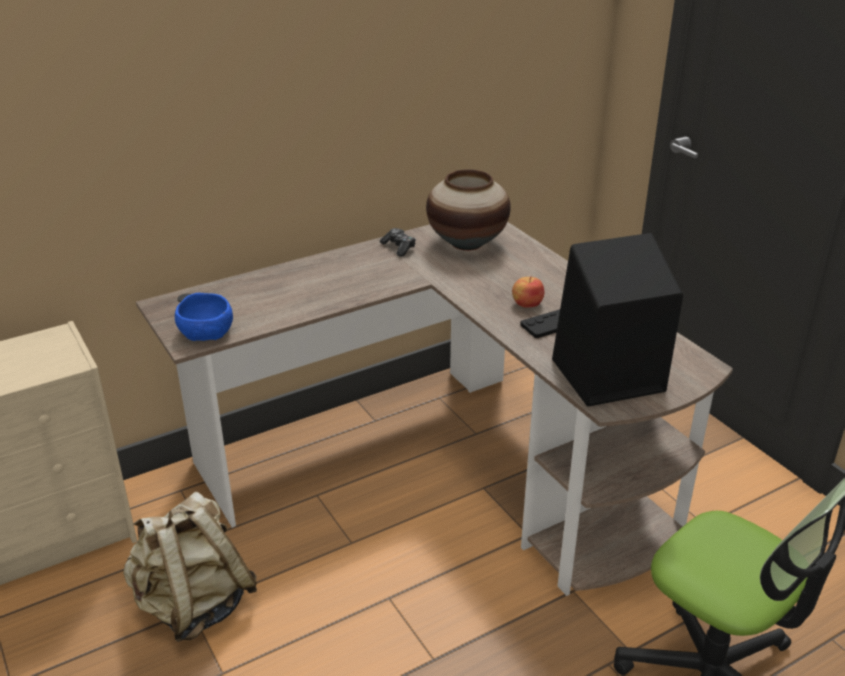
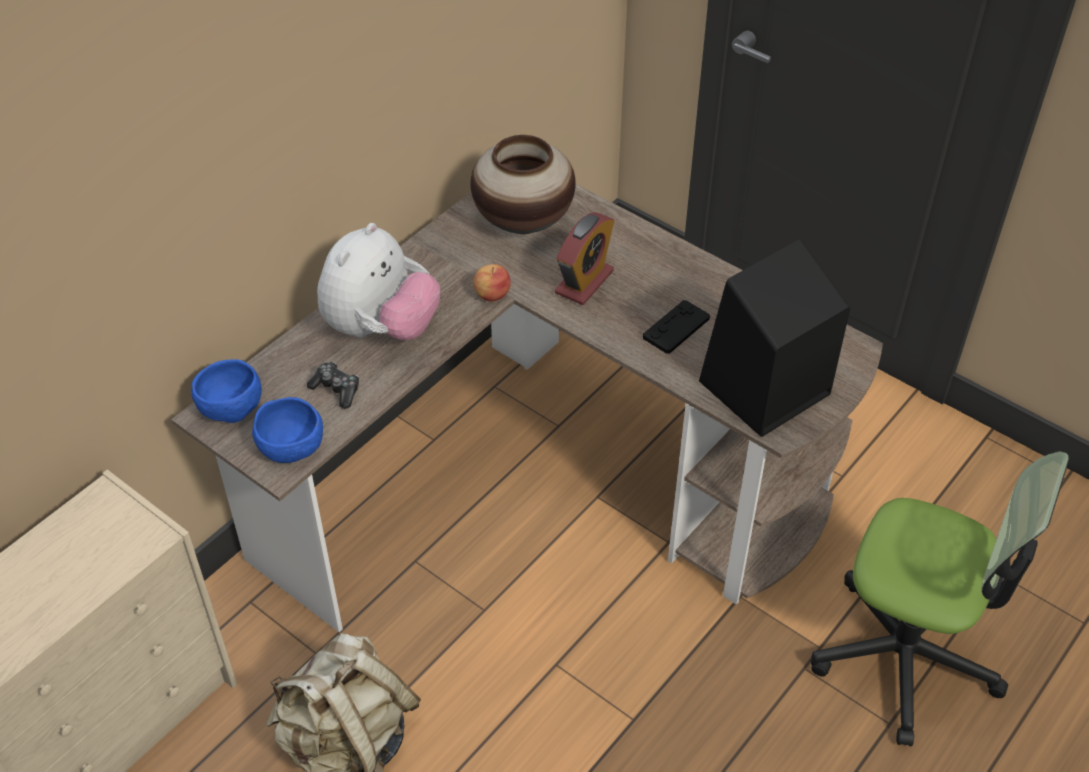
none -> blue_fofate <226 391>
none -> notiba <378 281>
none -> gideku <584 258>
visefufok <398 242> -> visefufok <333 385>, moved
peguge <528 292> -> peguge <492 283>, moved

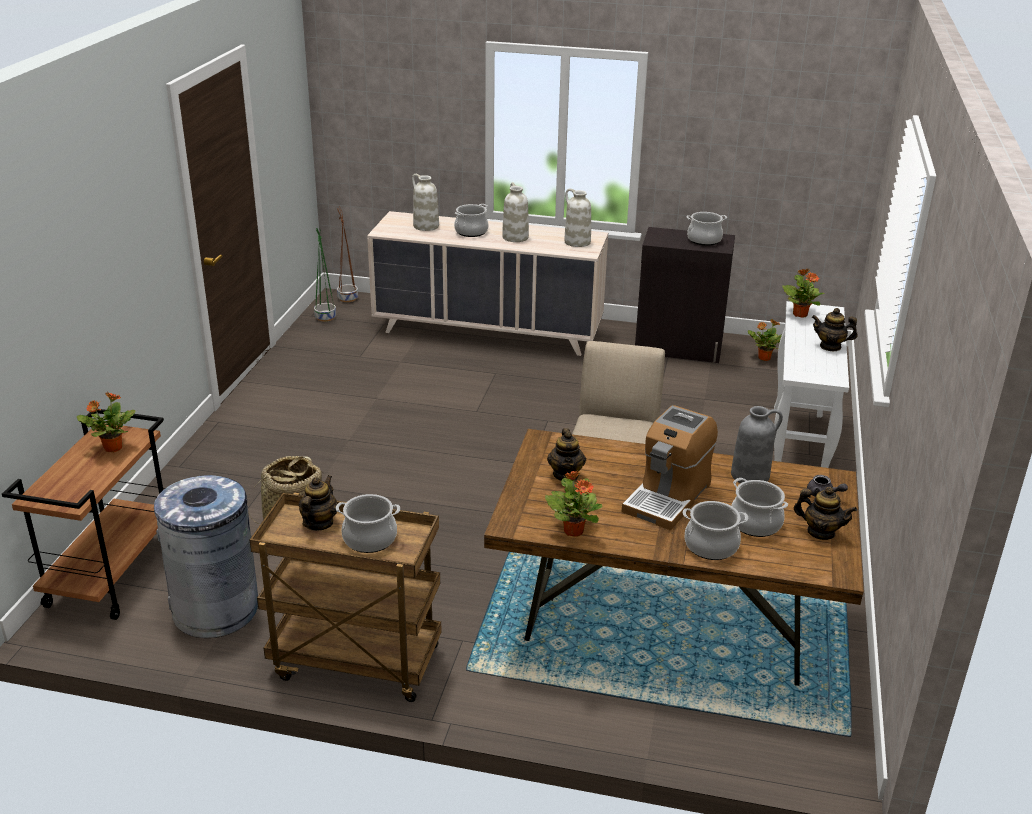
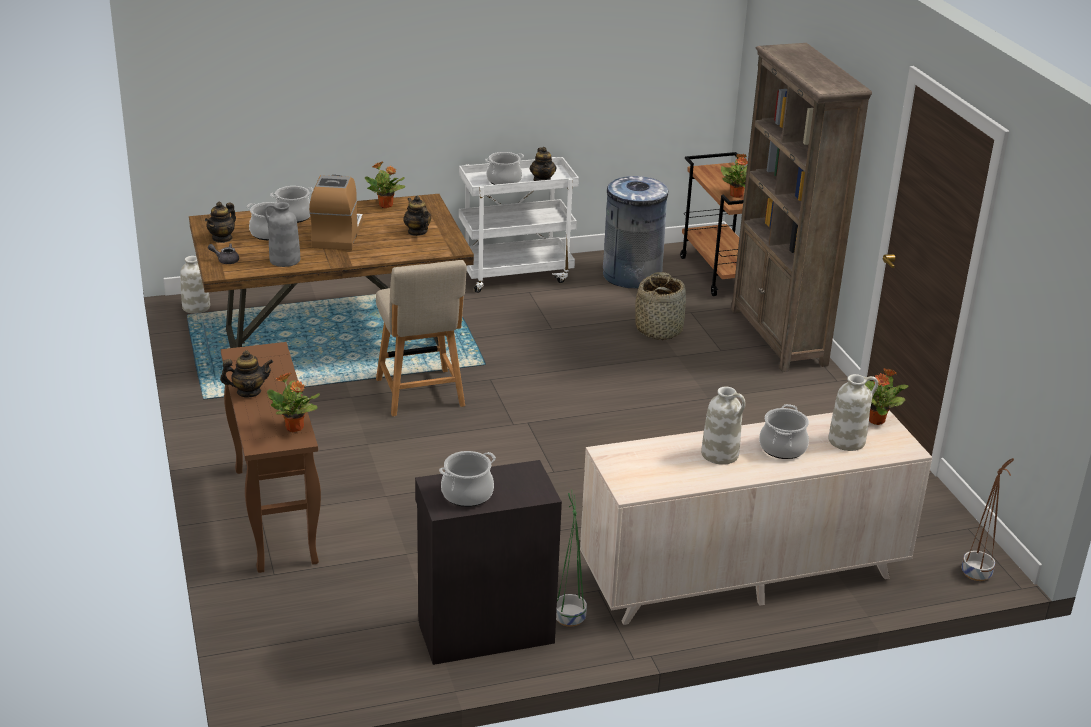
none -> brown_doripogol <801 207>
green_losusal <325 275> -> green_losusal <571 558>, moved
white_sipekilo <577 217> -> white_sipekilo <195 285>, moved
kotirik <765 340> -> kotirik <886 396>, moved
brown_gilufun <346 597> -> white_gilufun <519 225>
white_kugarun <811 384> -> brown_kugarun <271 457>
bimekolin <825 513> -> bimekolin <220 222>, 60 degrees counterclockwise

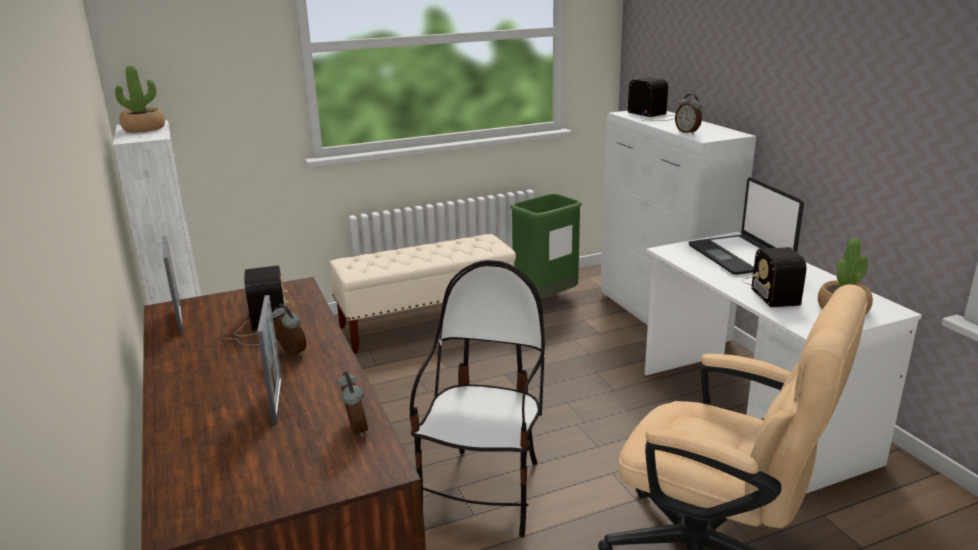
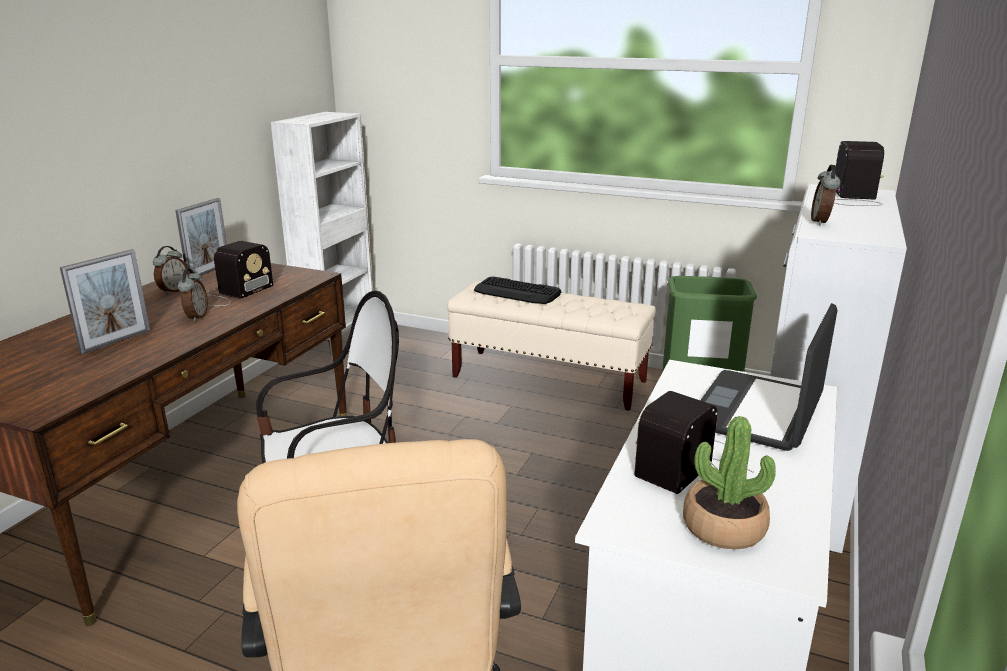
kotirik <140 99> -> none
none -> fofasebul <517 290>
gideku <352 404> -> gideku <171 270>, moved

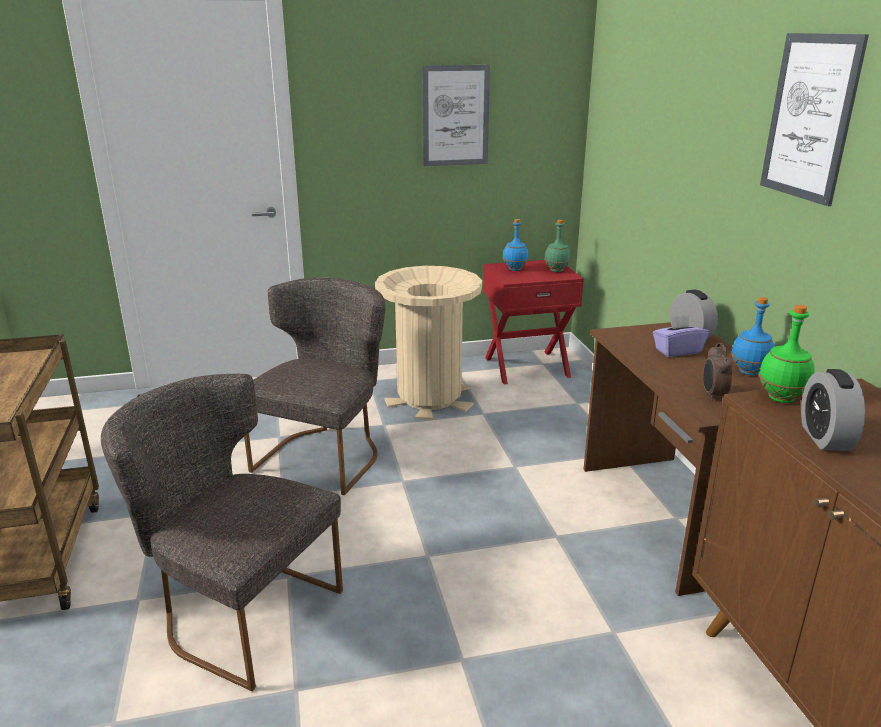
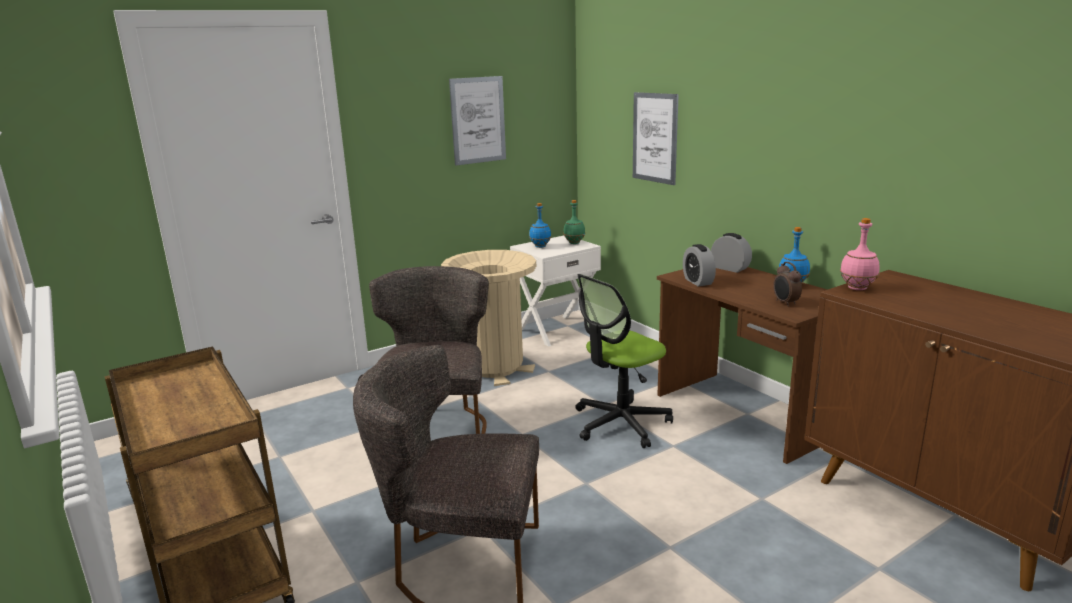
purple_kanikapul <681 336> -> none
none -> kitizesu <624 361>
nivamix <814 119> -> nivamix <656 138>, moved
gideku <833 410> -> gideku <699 265>, moved
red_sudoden <533 322> -> white_sudoden <555 291>
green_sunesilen <786 354> -> pink_sunesilen <860 254>

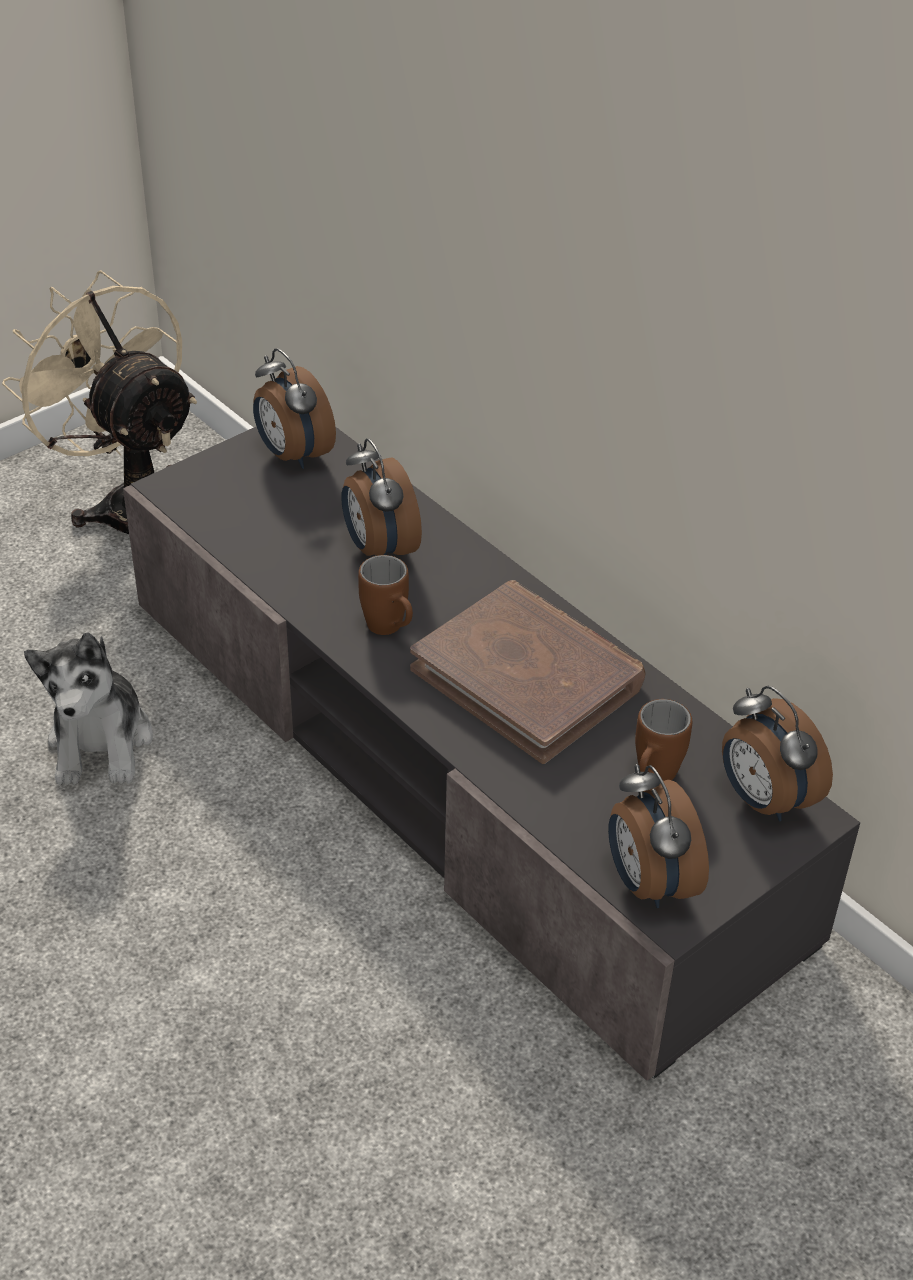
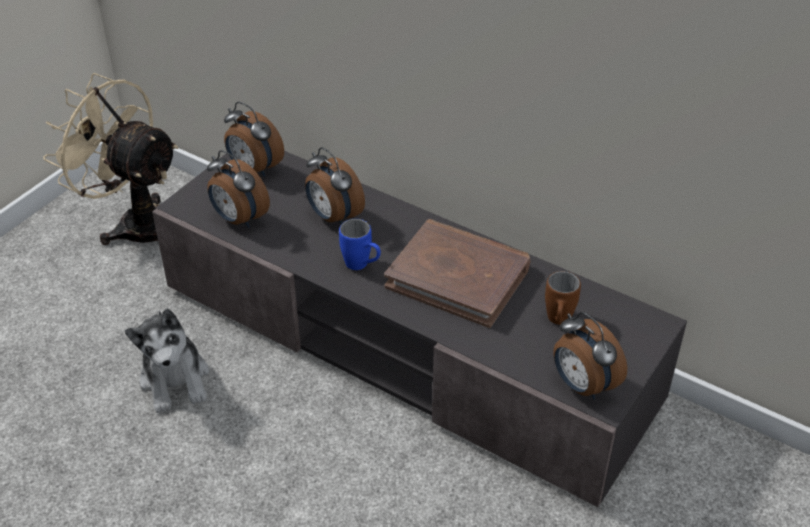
gideku <777 753> -> gideku <238 189>, moved
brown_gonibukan <385 595> -> blue_gonibukan <360 244>

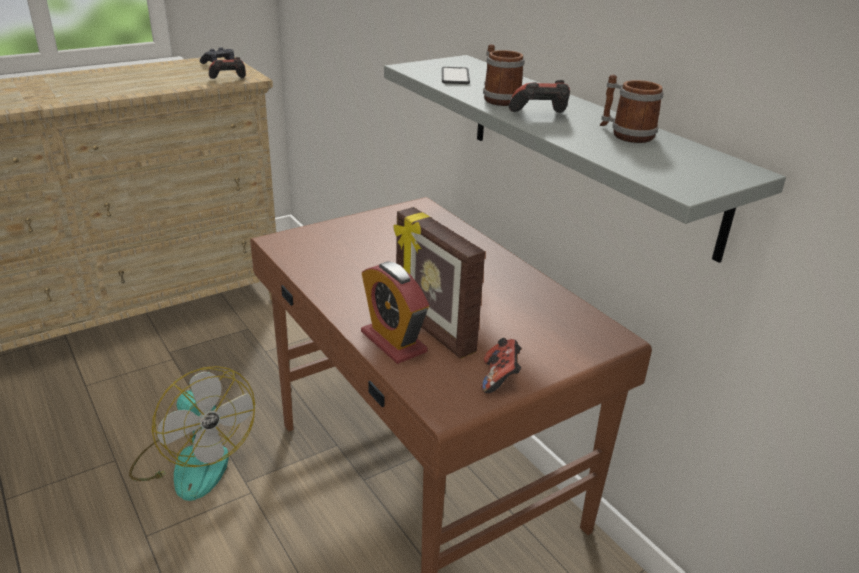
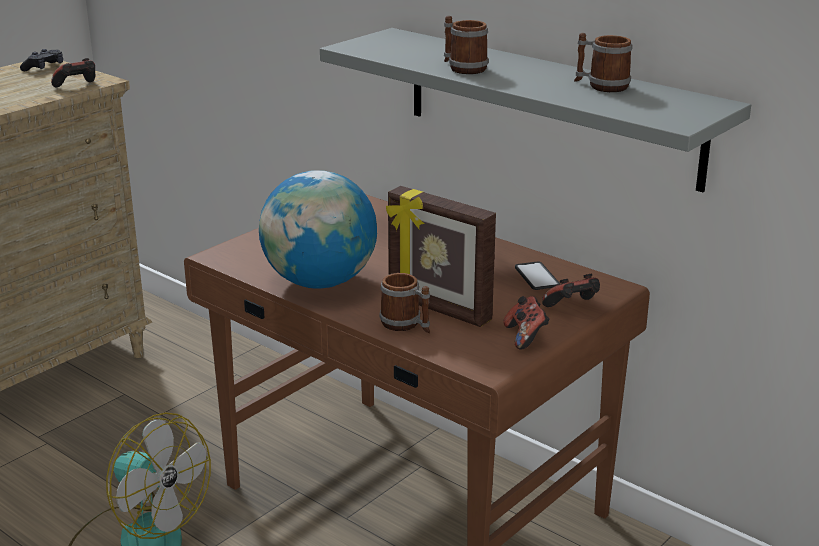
none -> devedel <318 229>
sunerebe <456 75> -> sunerebe <537 276>, moved
visefufok <539 96> -> visefufok <571 290>, moved
gideku <395 312> -> gonibukan <404 303>

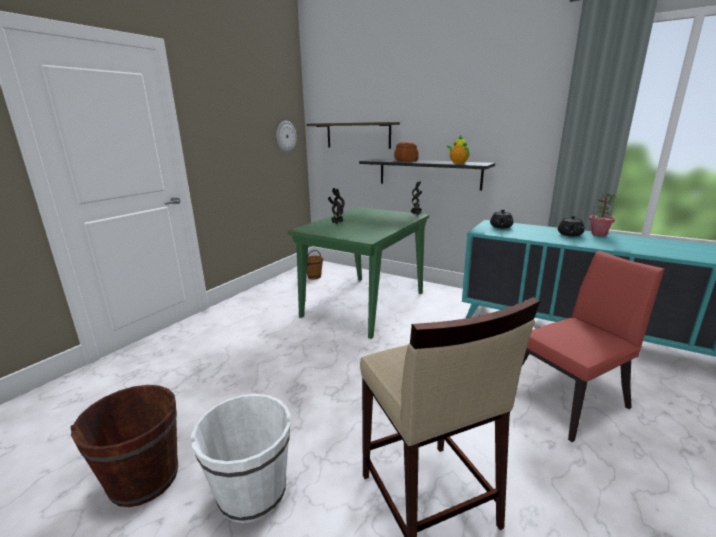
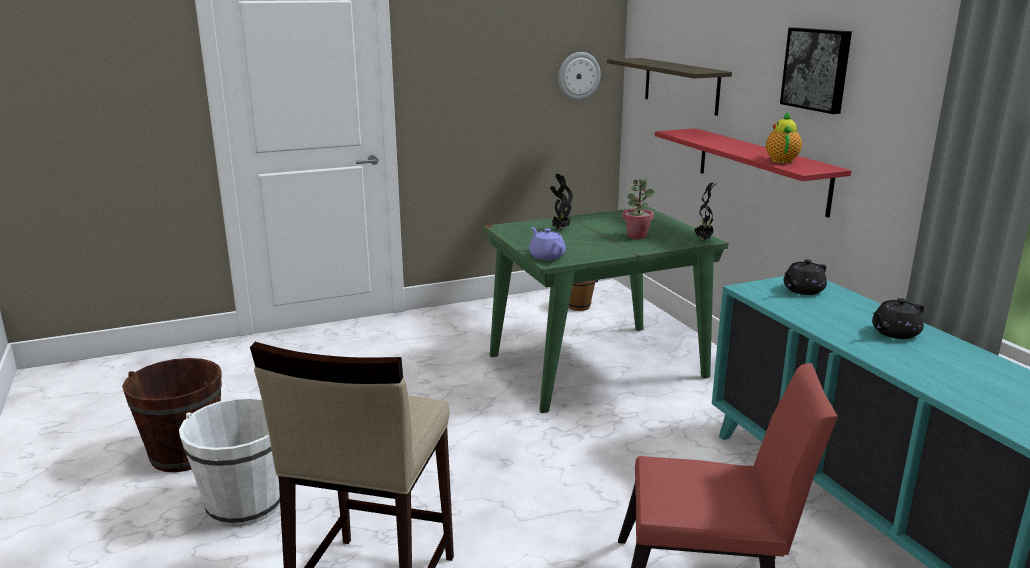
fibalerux <406 152> -> none
none -> purple_bimekolin <547 243>
none -> nivamix <816 70>
kotirik <603 214> -> kotirik <639 209>, moved
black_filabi <427 175> -> red_filabi <753 172>

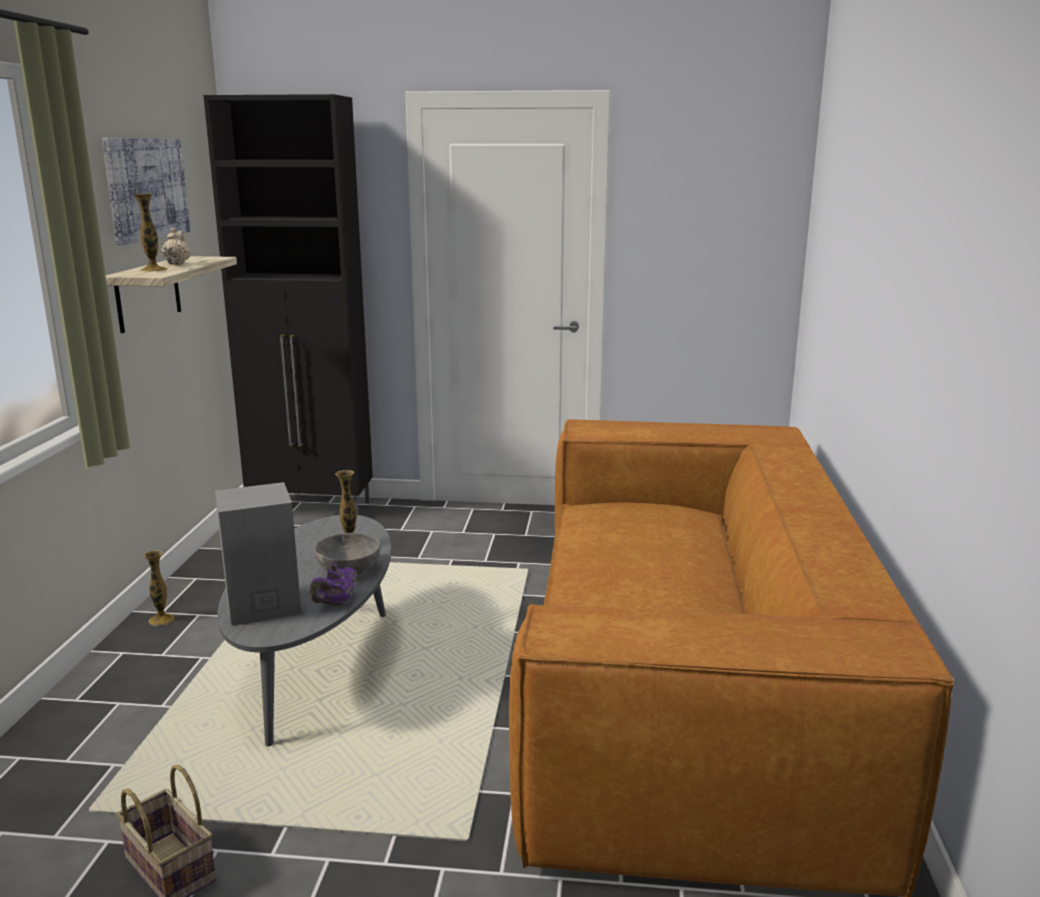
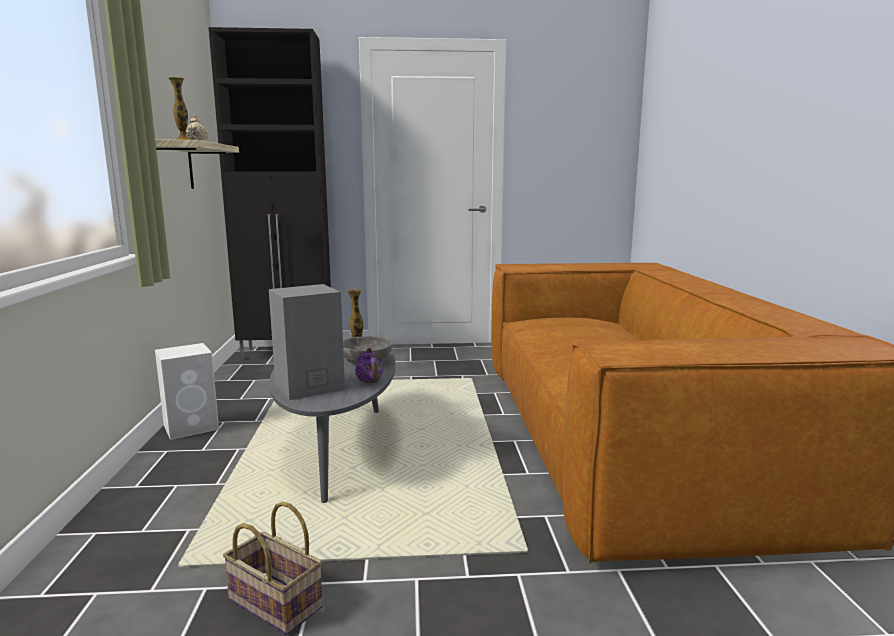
nivamix <146 191> -> none
sipekilo <159 588> -> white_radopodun <187 391>
purple_bimekolin <333 585> -> purple_bimekolin <369 365>, 45 degrees counterclockwise

